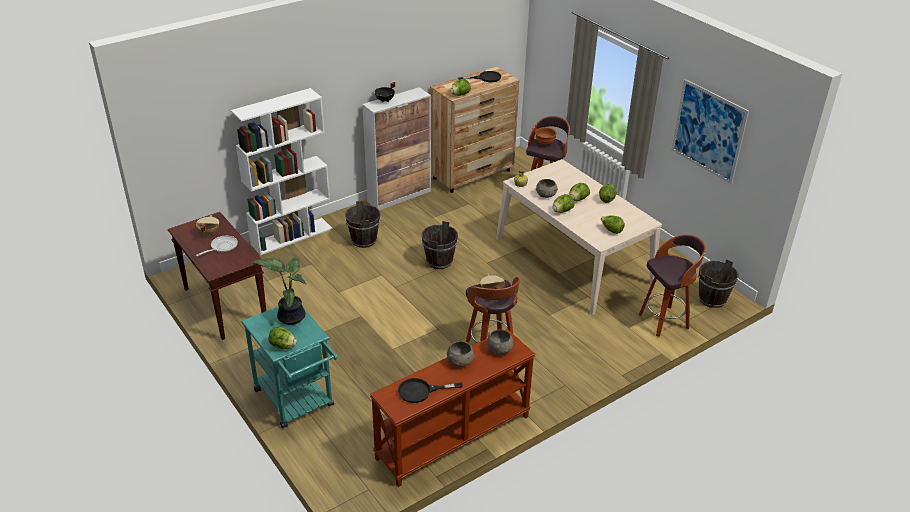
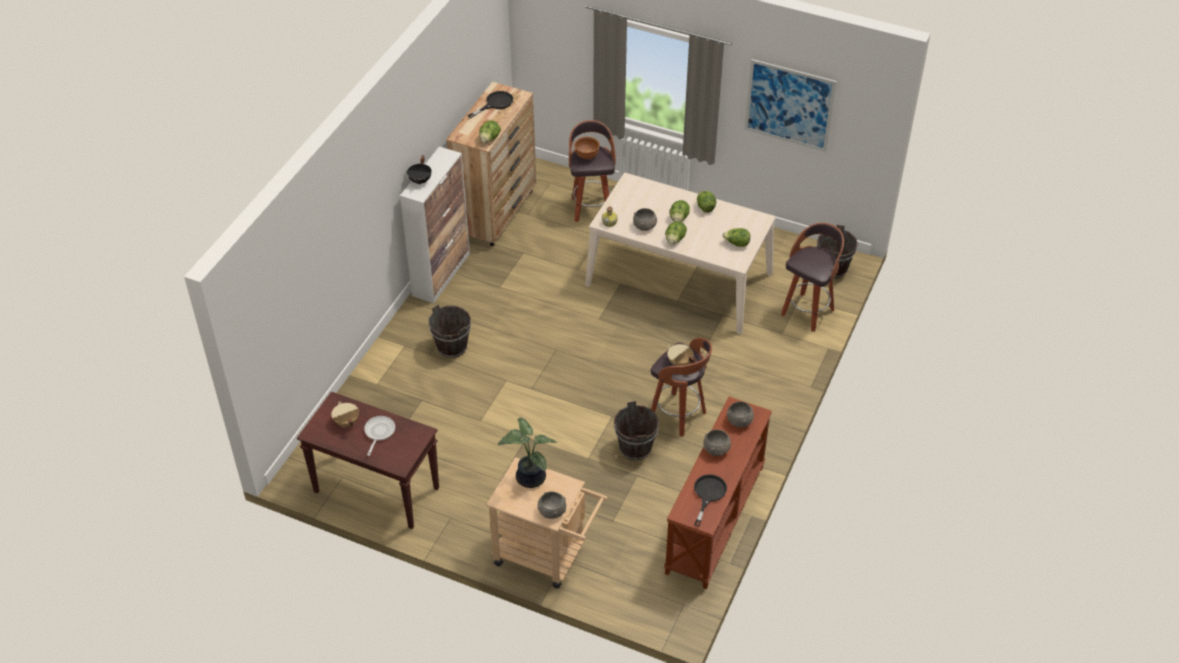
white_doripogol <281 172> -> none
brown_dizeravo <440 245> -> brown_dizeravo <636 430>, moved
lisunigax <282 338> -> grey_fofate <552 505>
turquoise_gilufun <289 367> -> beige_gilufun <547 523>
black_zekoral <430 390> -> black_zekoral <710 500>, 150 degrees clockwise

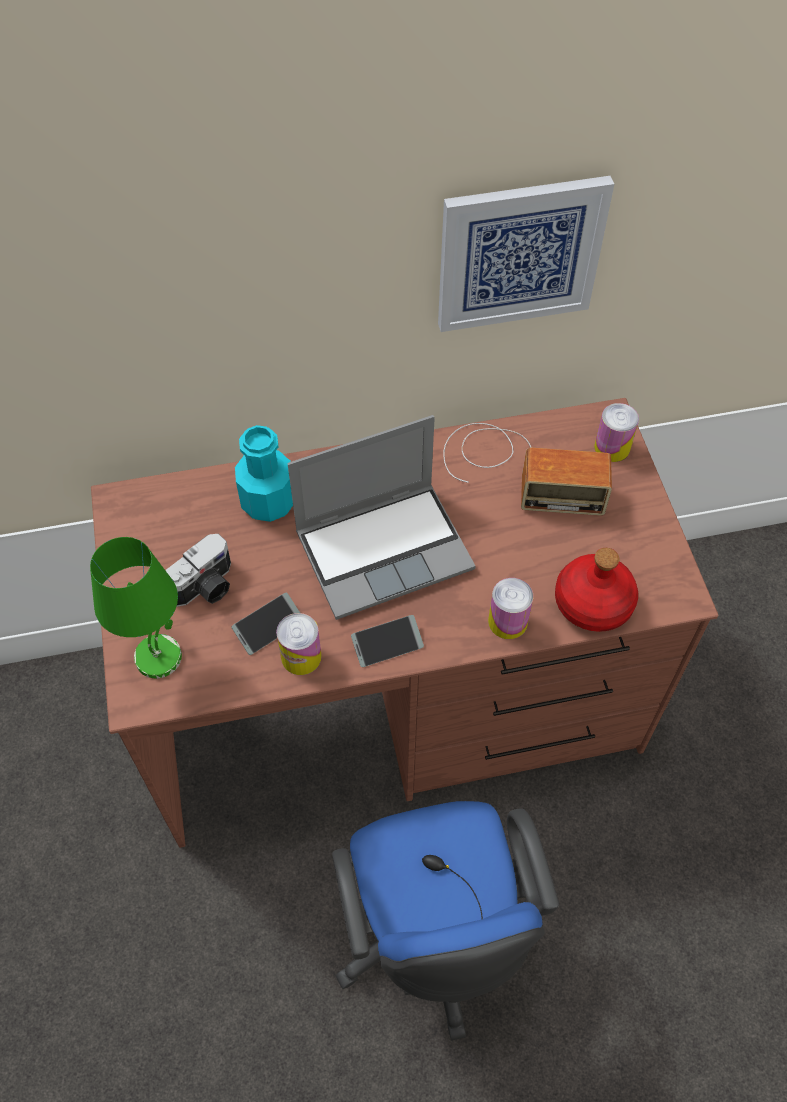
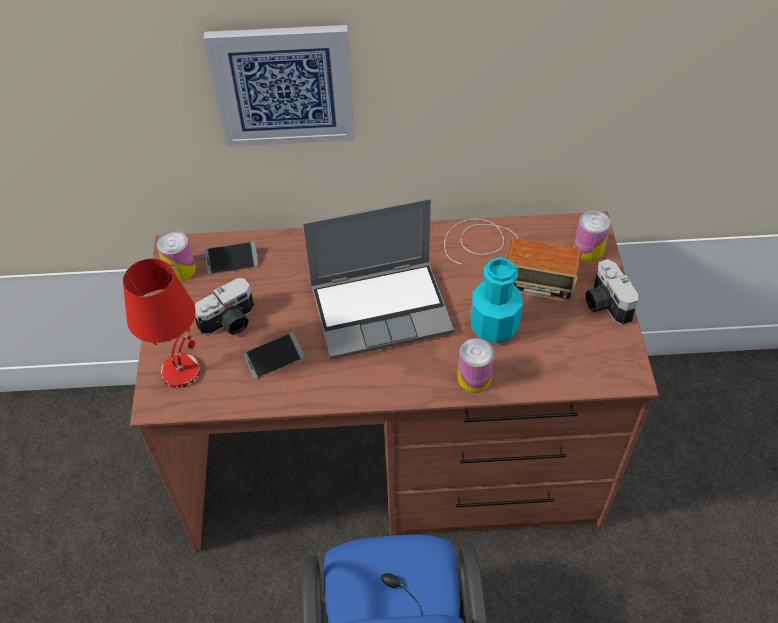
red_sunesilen <596 590> -> none
none -> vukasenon <612 292>
turquoise_sunesilen <264 473> -> turquoise_sunesilen <497 300>, moved
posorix <299 644> -> posorix <176 256>, moved
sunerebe <387 641> -> sunerebe <231 258>, moved
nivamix <526 254> -> nivamix <279 86>, moved
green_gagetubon <136 607> -> red_gagetubon <161 323>

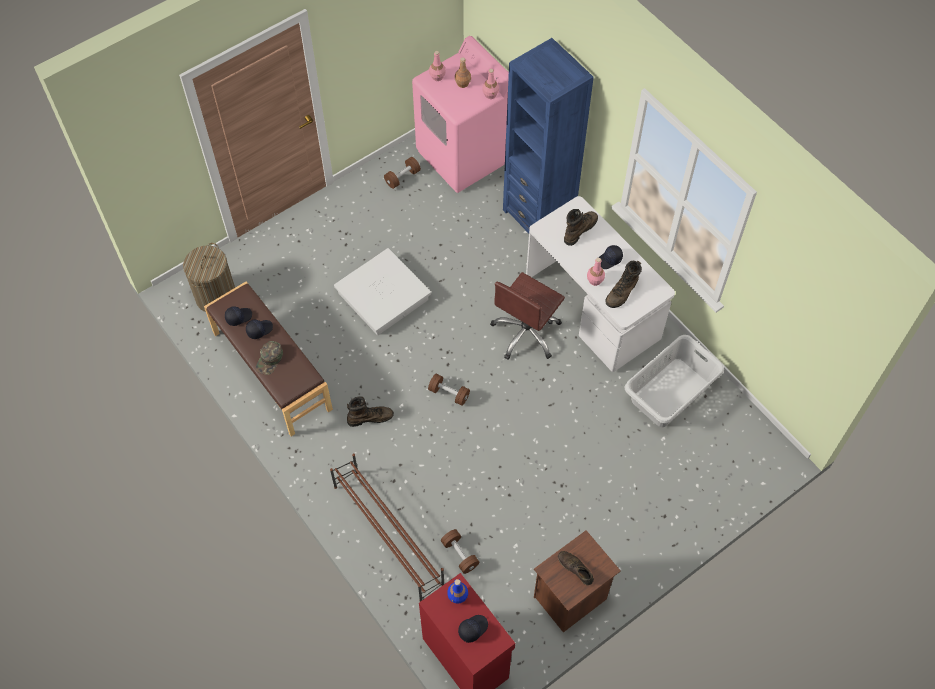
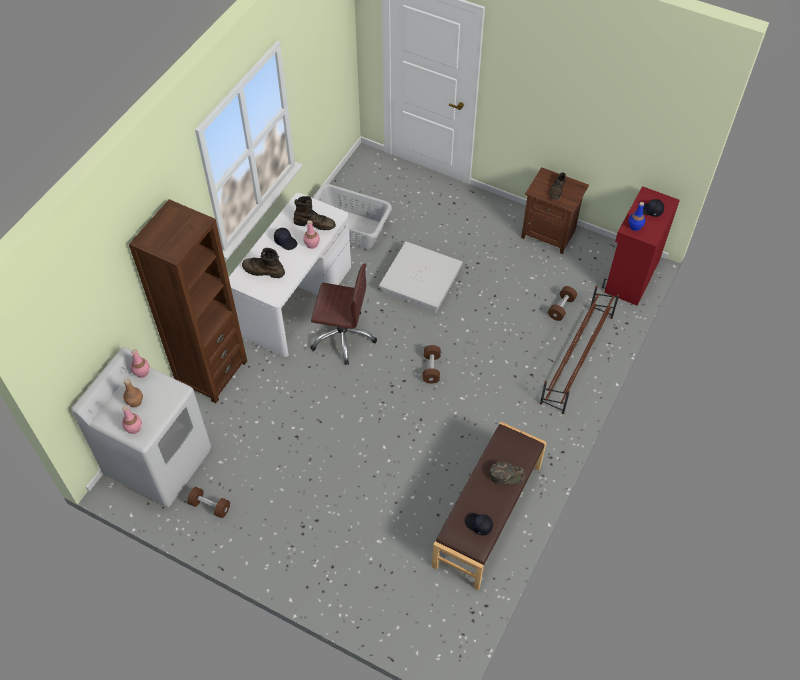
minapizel <209 277> -> none
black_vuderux <259 329> -> none
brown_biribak <370 411> -> none
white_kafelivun <382 291> -> white_kafelivun <420 277>, moved
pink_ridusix <460 114> -> white_ridusix <141 427>
blue_doripogol <548 135> -> brown_doripogol <188 301>

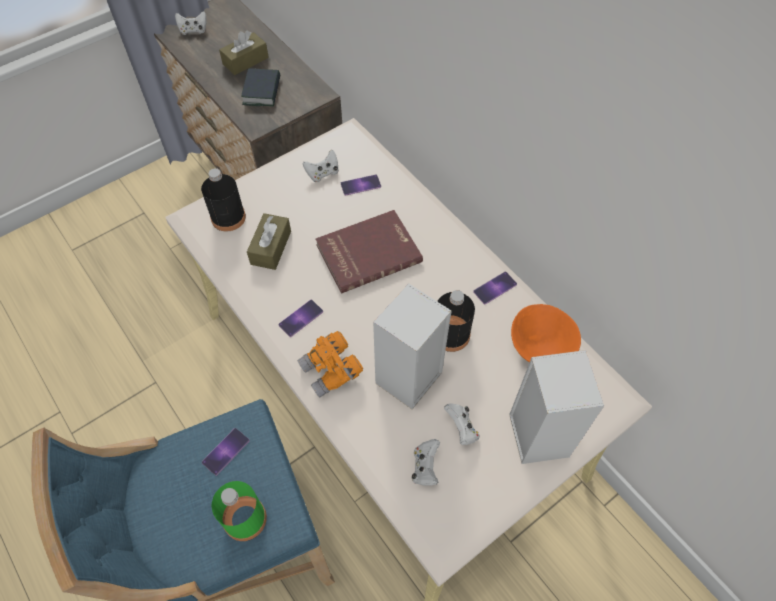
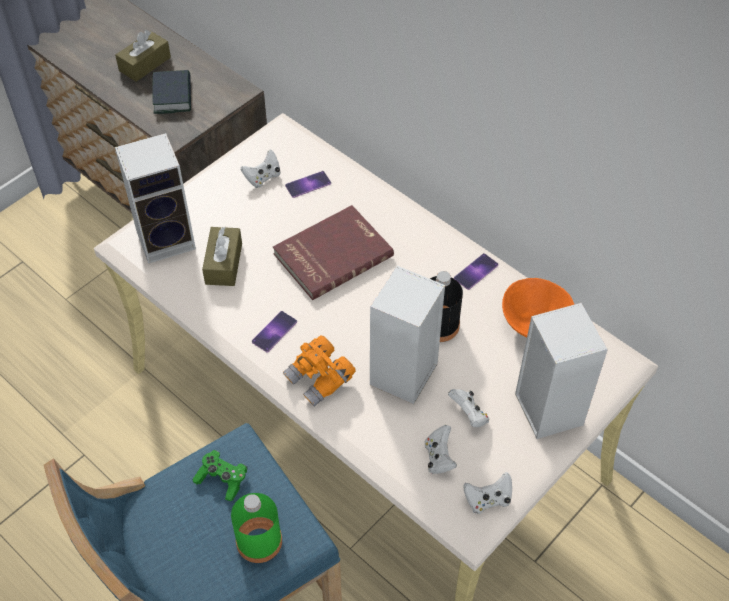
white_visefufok <190 23> -> white_visefufok <487 493>, moved
black_sunesilen <223 200> -> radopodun <155 198>
sunerebe <226 452> -> green_visefufok <220 475>

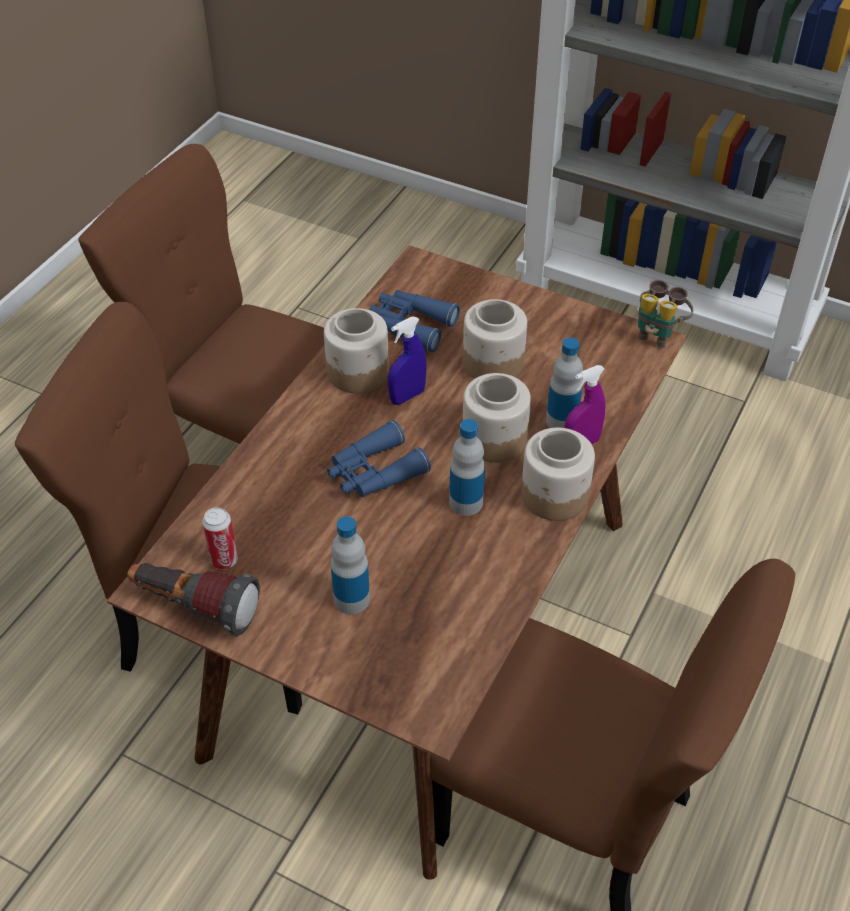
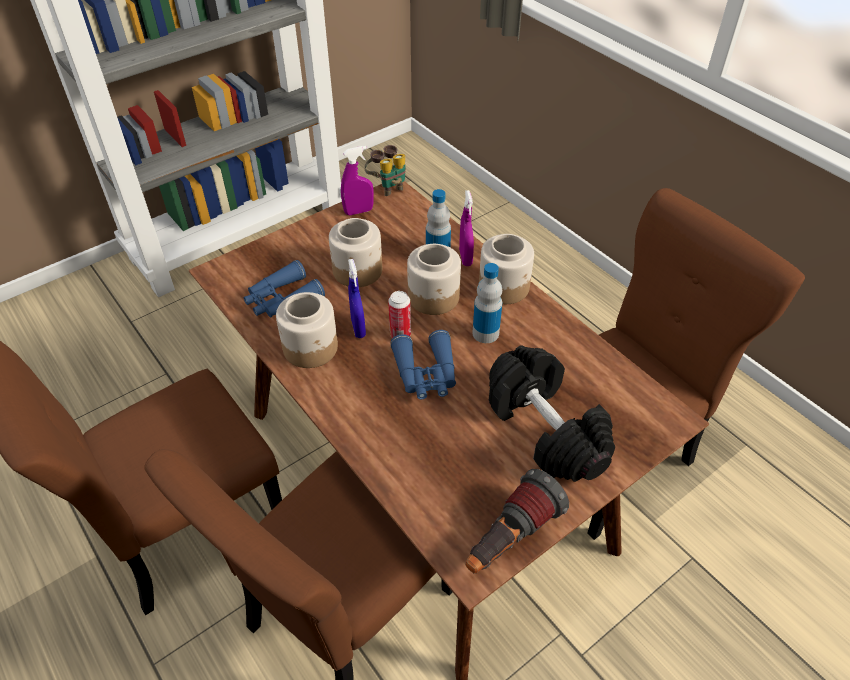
none -> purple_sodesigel <357 180>
posorix <220 538> -> posorix <399 314>, moved
sunesilen <350 565> -> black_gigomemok <552 413>

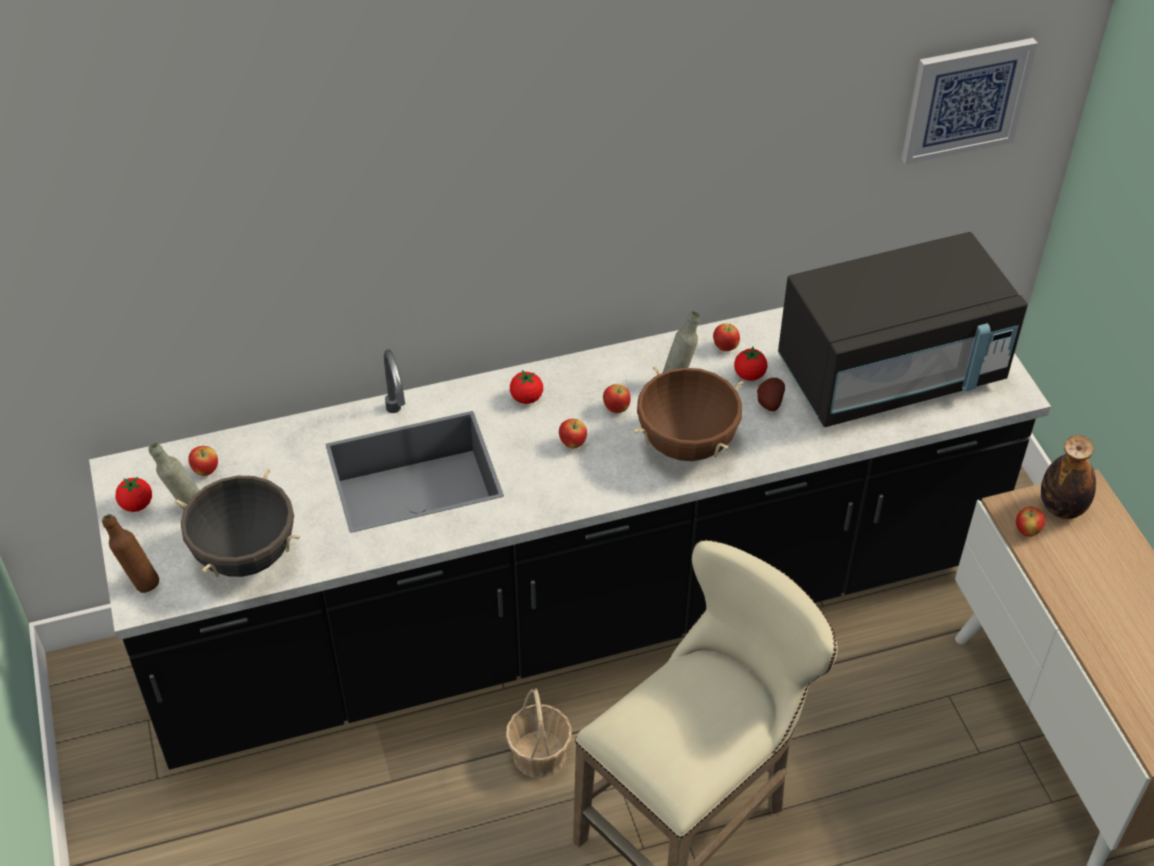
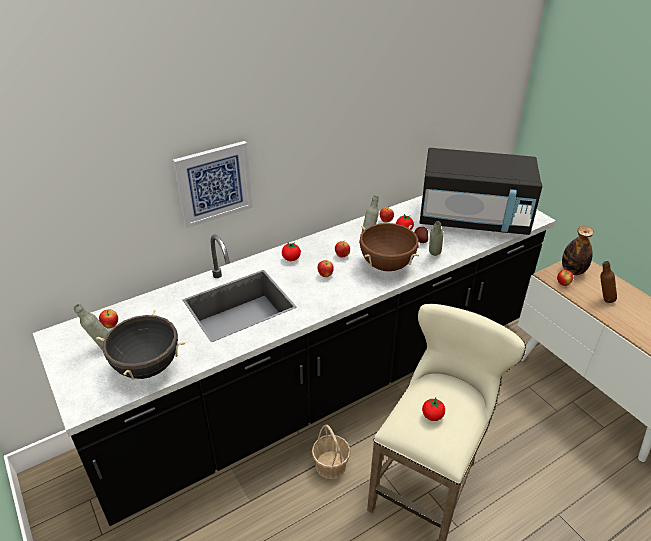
none -> grey_sunesilen <436 238>
brown_sunesilen <130 553> -> brown_sunesilen <608 282>, moved
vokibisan <134 494> -> vokibisan <433 409>, moved
nivamix <970 101> -> nivamix <213 184>, moved
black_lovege <903 329> -> black_lovege <481 191>, 45 degrees clockwise

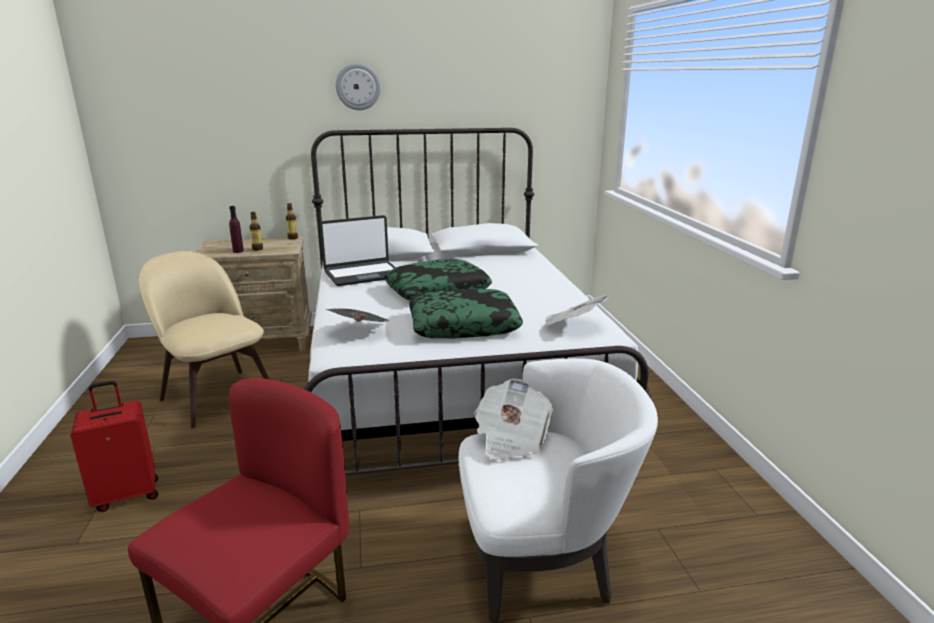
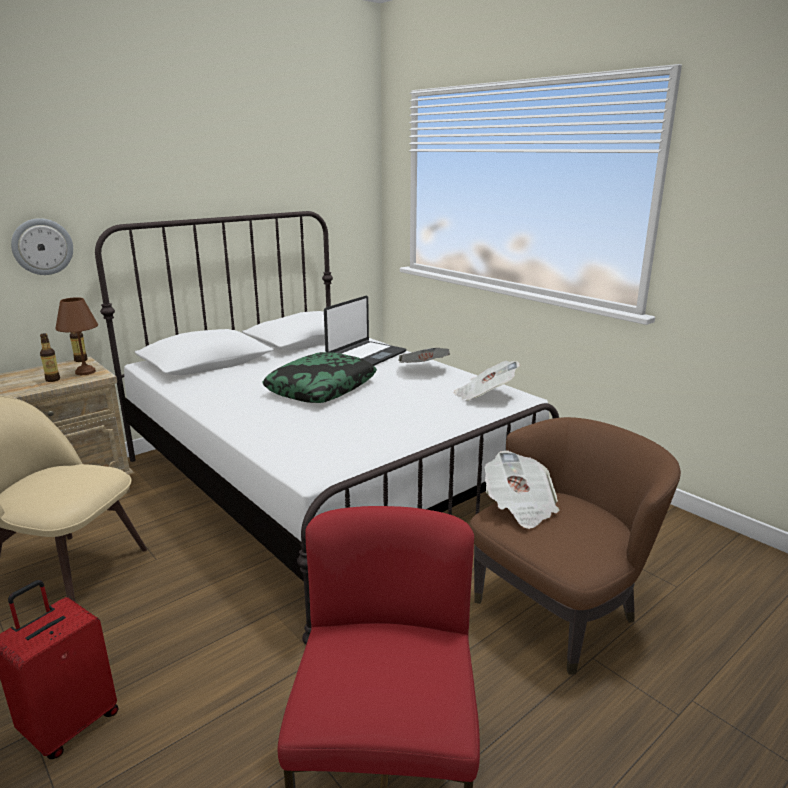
purple_sunesilen <236 229> -> none
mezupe <466 313> -> none
none -> brown_gagetubon <76 336>
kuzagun <358 250> -> kuzagun <365 331>, moved
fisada <357 315> -> fisada <424 355>, moved
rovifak <358 86> -> rovifak <42 246>, moved
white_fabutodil <558 490> -> brown_fabutodil <575 546>

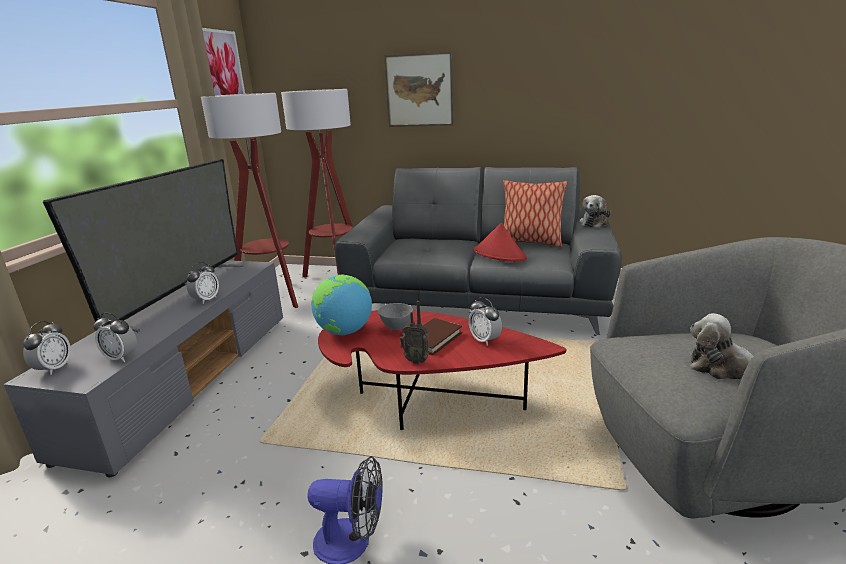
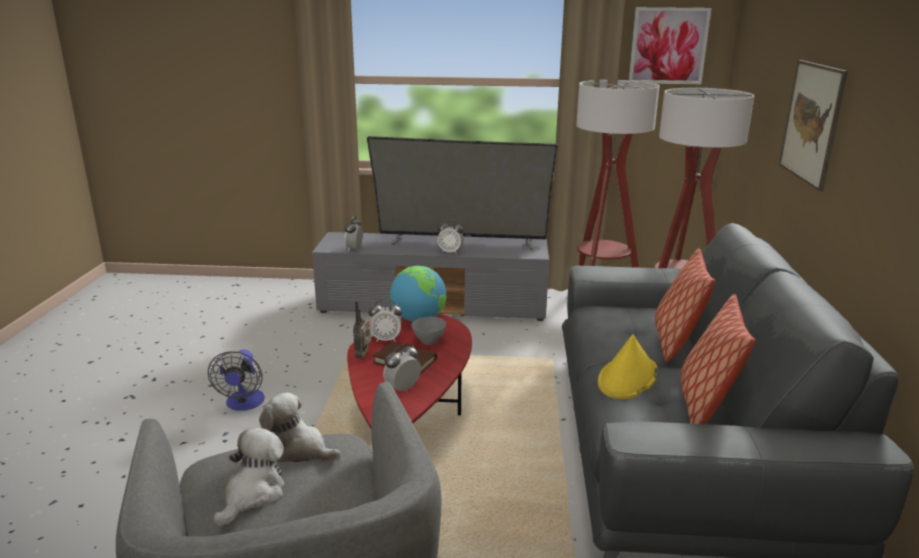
none -> mezupe <685 305>
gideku <47 348> -> gideku <385 320>, moved
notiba <595 211> -> notiba <300 427>, moved
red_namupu <500 242> -> yellow_namupu <628 367>

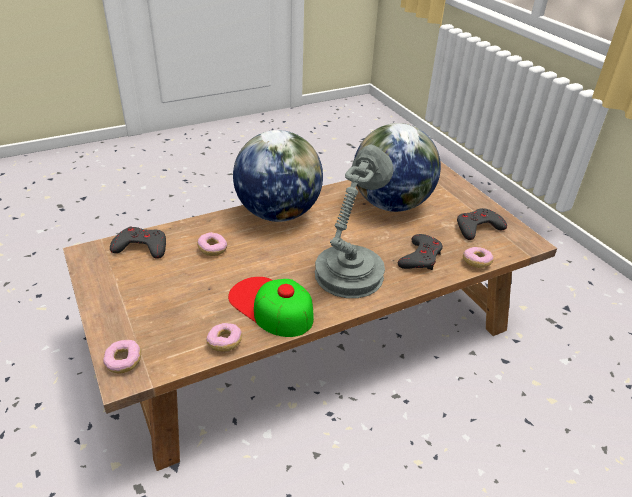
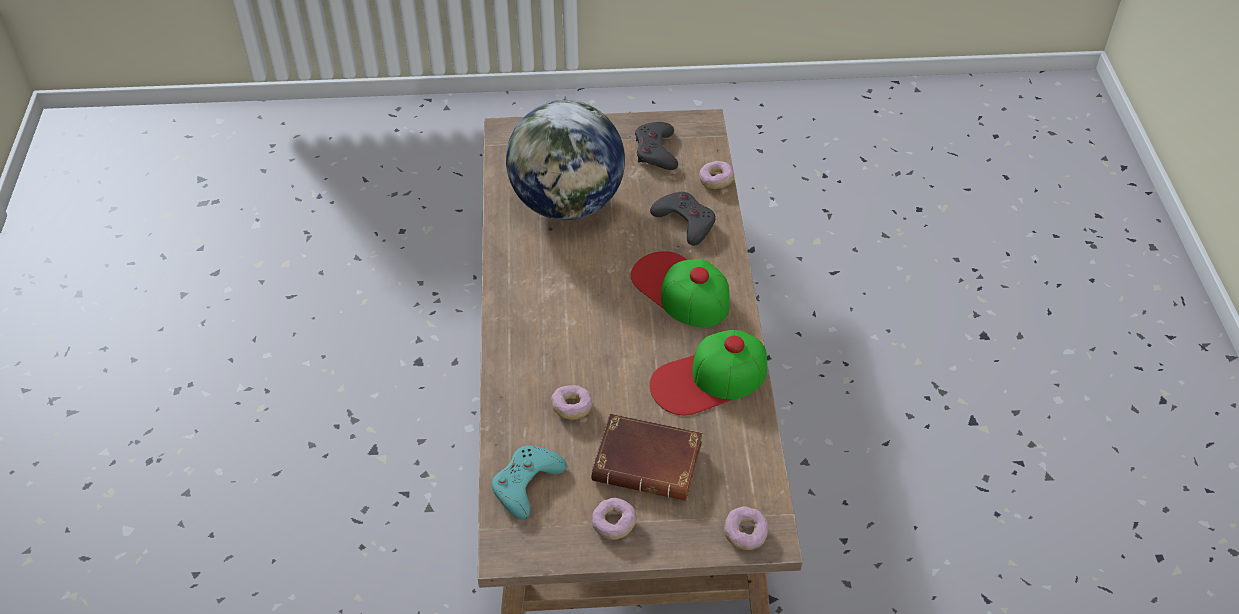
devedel <278 176> -> none
none -> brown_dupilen <646 457>
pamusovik <224 337> -> pamusovik <614 519>, moved
grey_gagetubon <354 221> -> vuderux <680 289>
grey_visefufok <138 243> -> turquoise_visefufok <529 482>

